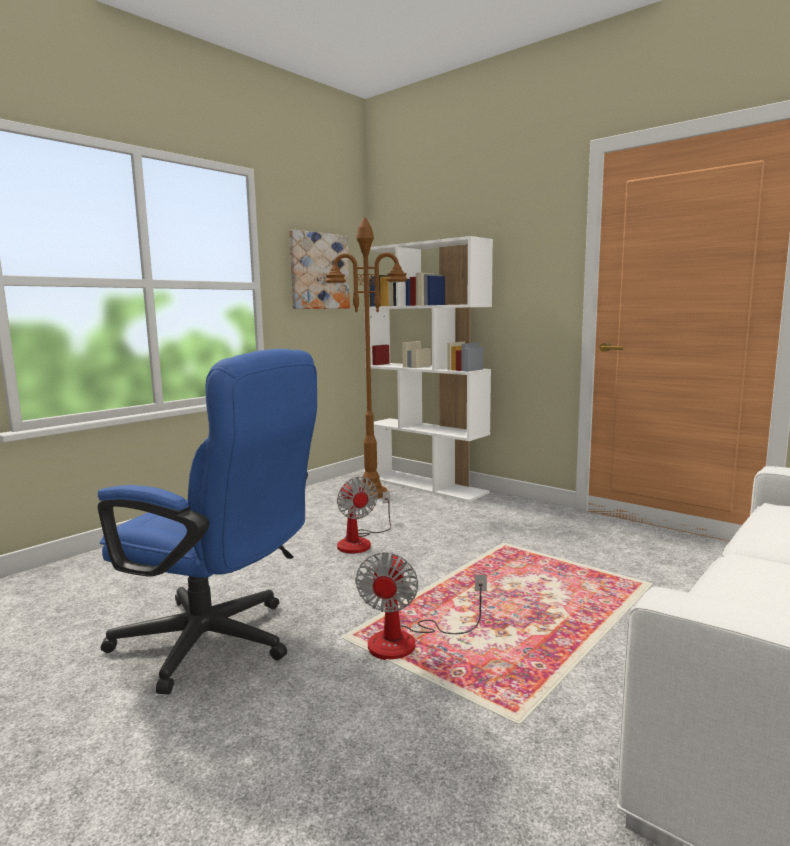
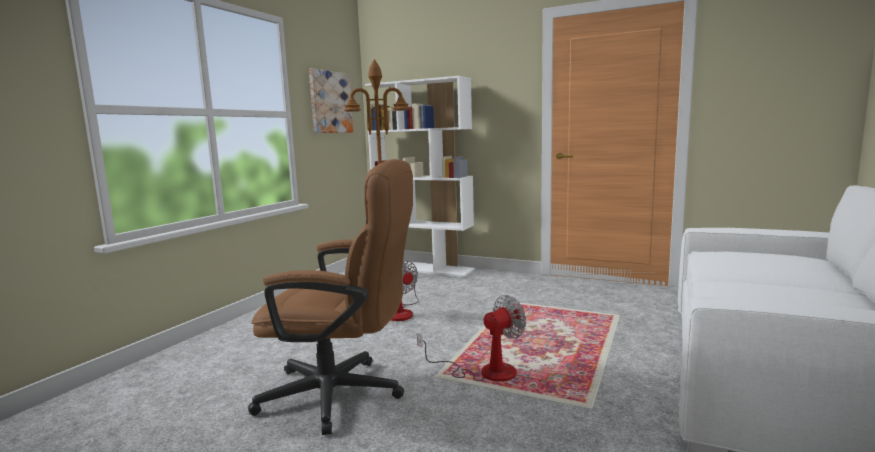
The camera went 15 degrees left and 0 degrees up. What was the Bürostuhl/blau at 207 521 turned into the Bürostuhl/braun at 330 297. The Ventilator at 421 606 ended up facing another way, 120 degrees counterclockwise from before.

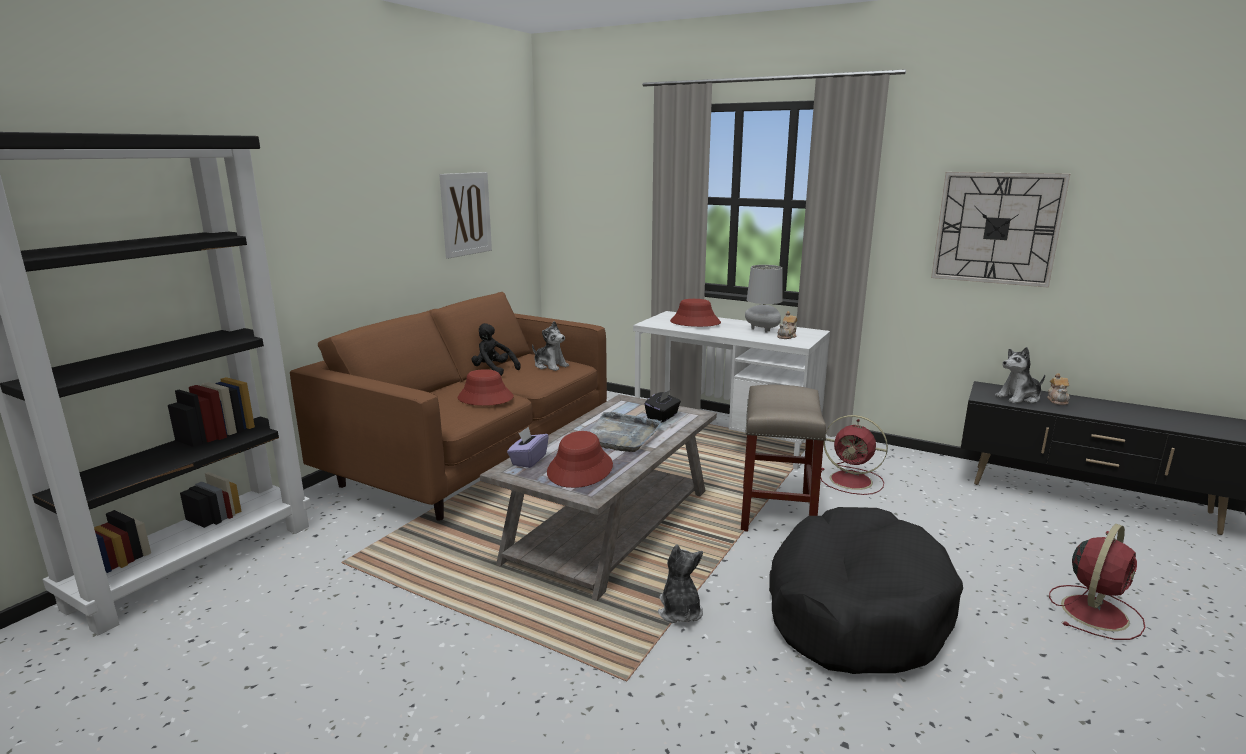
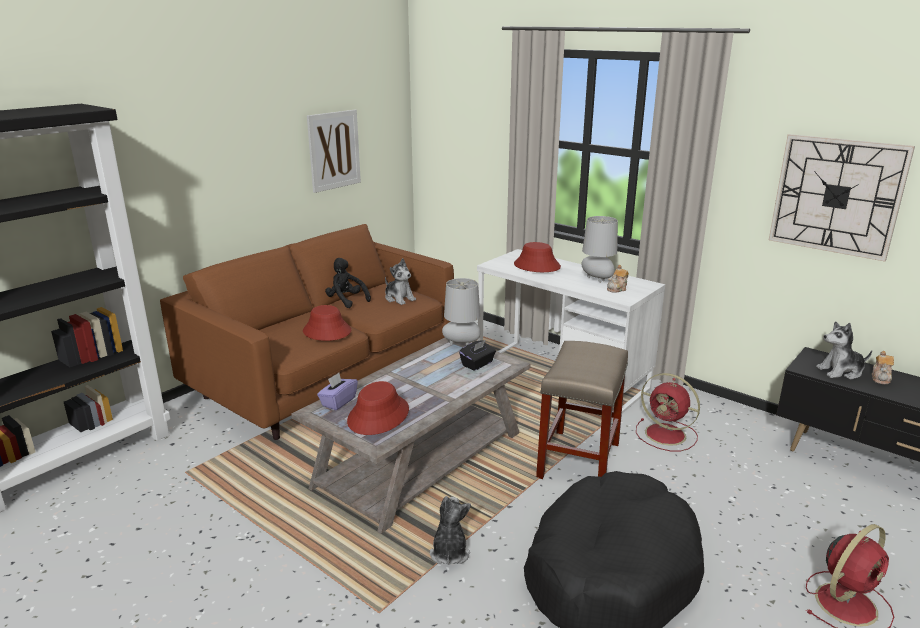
The camera went 10 degrees right and 5 degrees up. The second view lost the Tablett/grau at 626 432. The second view gained the Tischlampe/grau at 461 311.

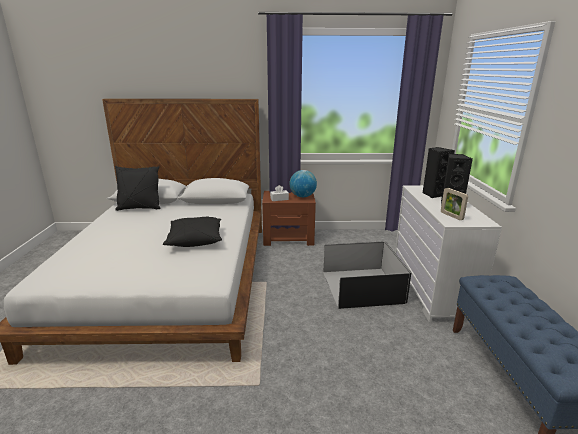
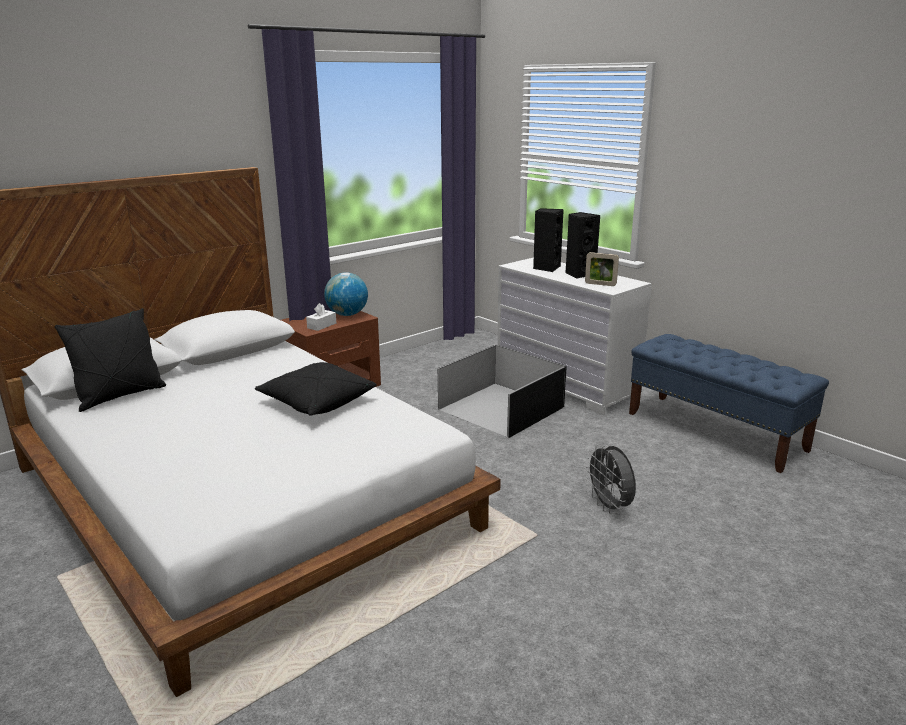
The camera went 40 degrees left and 0 degrees up. The second view gained the Ventilator/grau at 610 479.

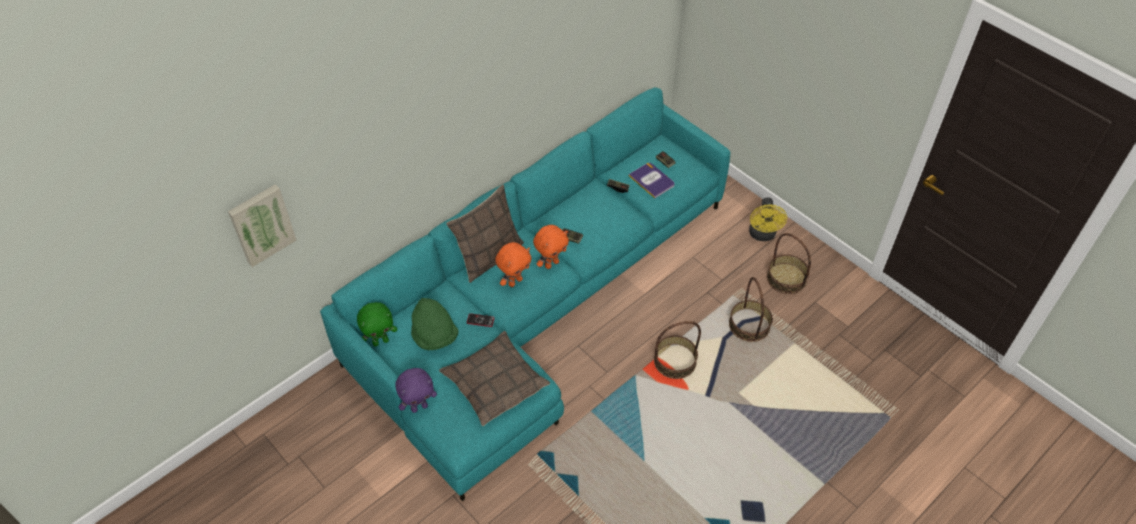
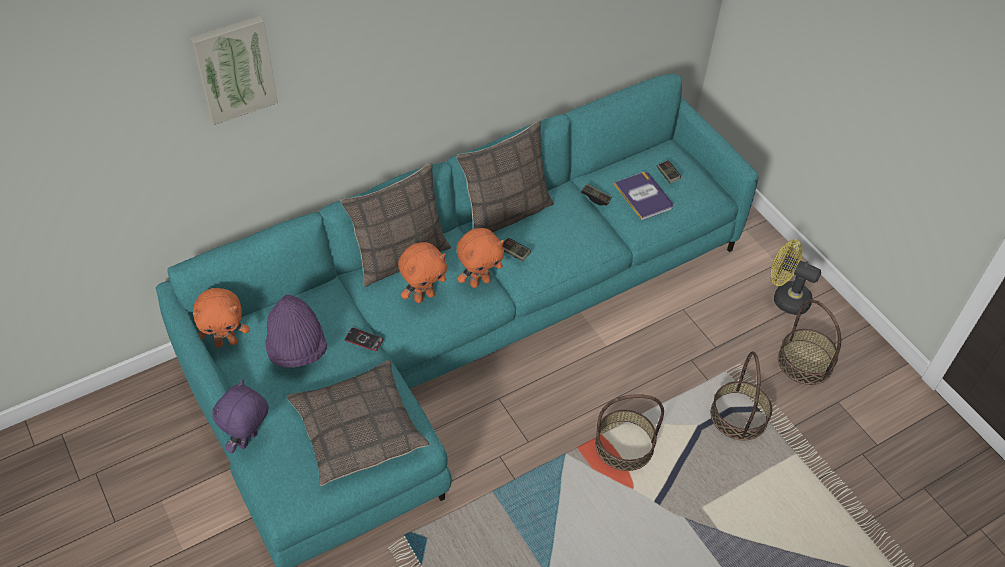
The camera went 10 degrees right and 0 degrees up. The Bild ended up elsewhere, having gone from 262 225 to 234 70. The Ventilator/gelb at 768 219 ended up facing another way, 105 degrees clockwise from before. What was the Hut/grün at 435 324 turned into the Hut/lila at 296 331. What was the Plüschtier/grün at 377 324 turned into the Plüschtier/orange at 221 318. The Plüschtier/lila at 416 390 ended up facing another way, 135 degrees clockwise from before. The second view gained the Kissen at 505 176.

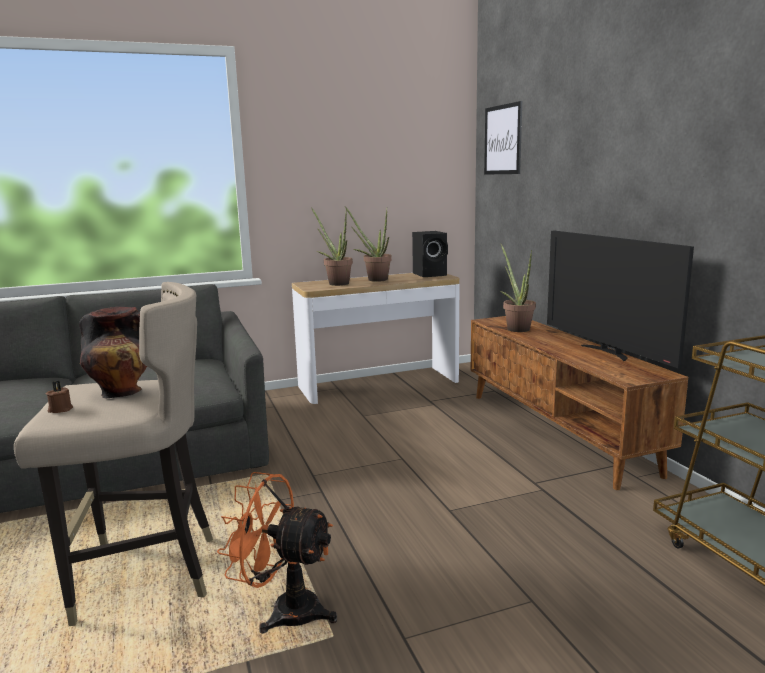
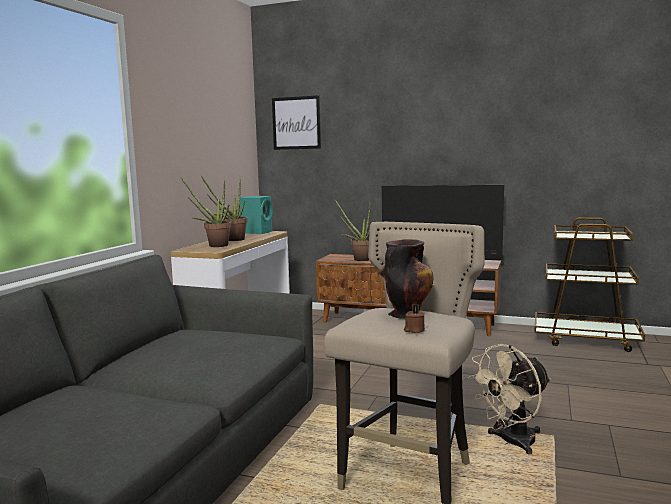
The camera went 50 degrees left and 5 degrees down. What was the Lautsprecher/schwarz at 430 254 turned into the Lautsprecher/türkis at 256 215. What was the Ventilator/orange at 277 553 turned into the Ventilator/beige at 509 399.

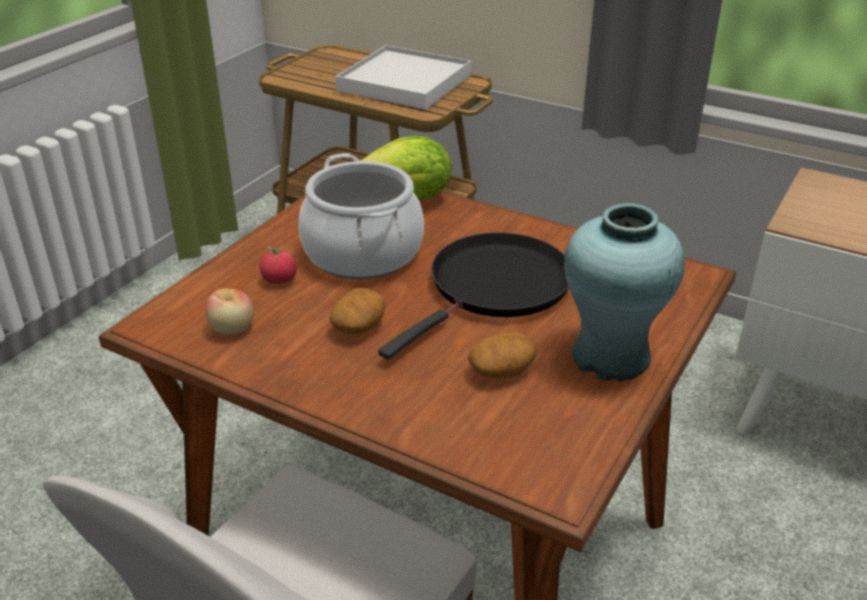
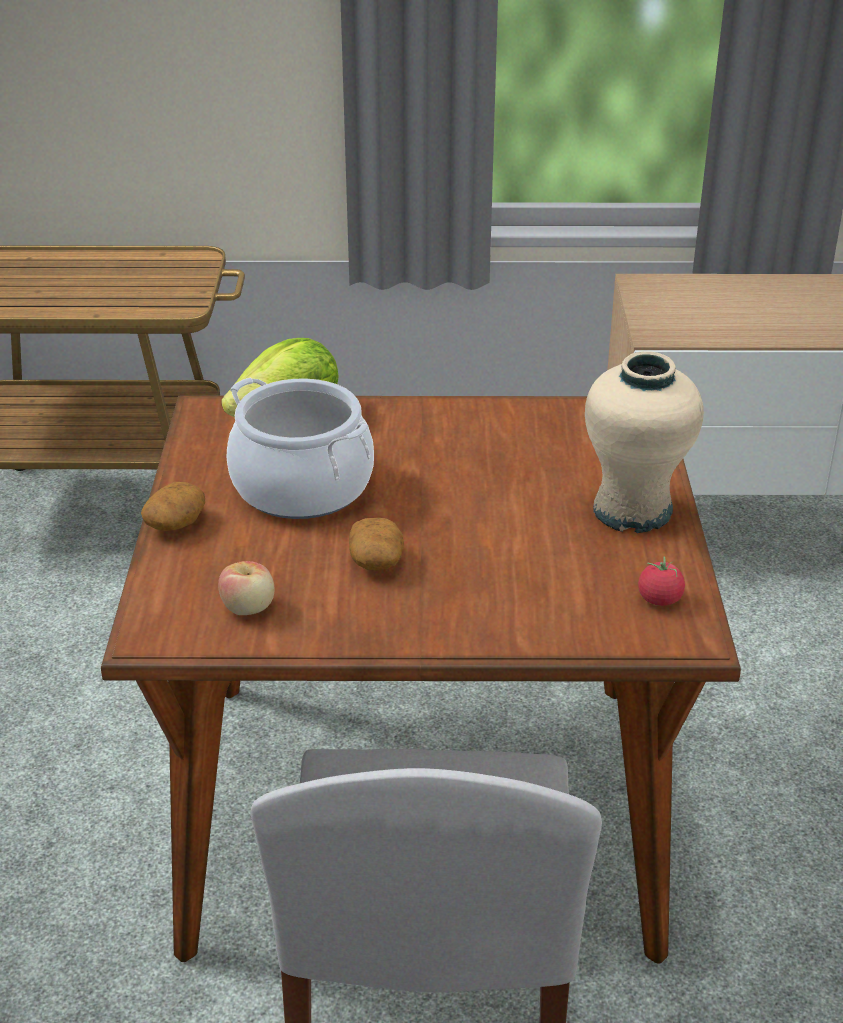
The camera went 30 degrees left and 0 degrees up. The second view lost the Tablett/weiß at 403 77. What was the Vase/türkis at 624 292 turned into the Vase/beige at 644 442. The second view lost the Pfanne/schwarz at 473 295. The Tomate ended up elsewhere, having gone from 278 265 to 661 581. The Kartoffel ended up elsewhere, having gone from 502 355 to 173 506.

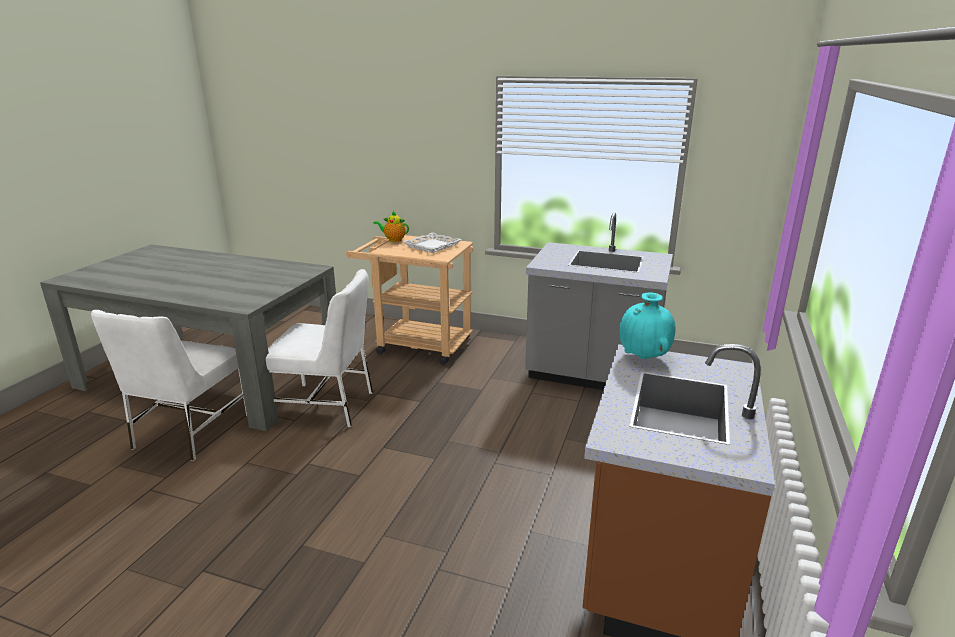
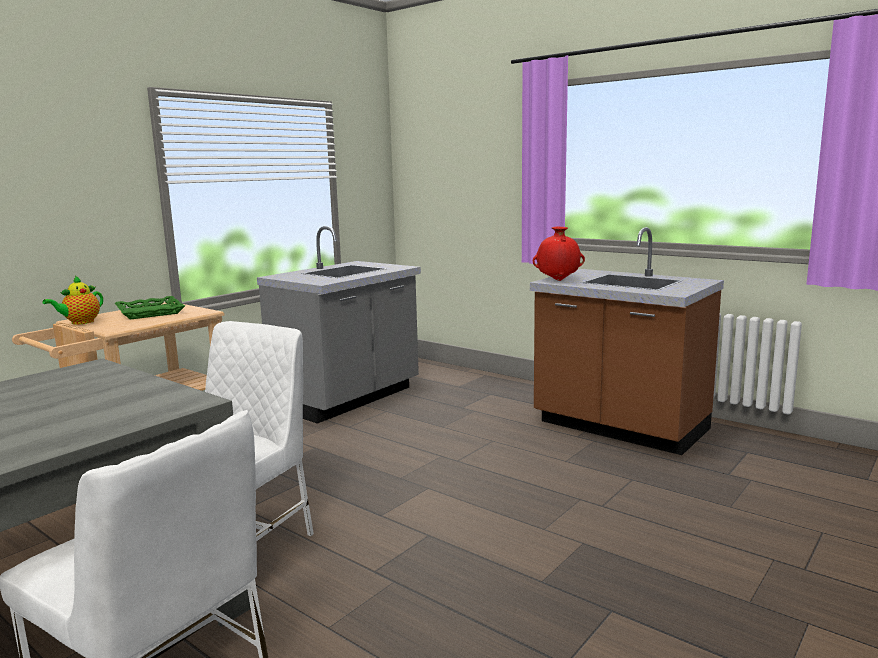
The camera went 70 degrees left and 10 degrees down. What was the Tablett/weiß at 432 242 turned into the Tablett/grün at 150 308. What was the Vase/türkis at 647 326 turned into the Vase/rot at 559 254.

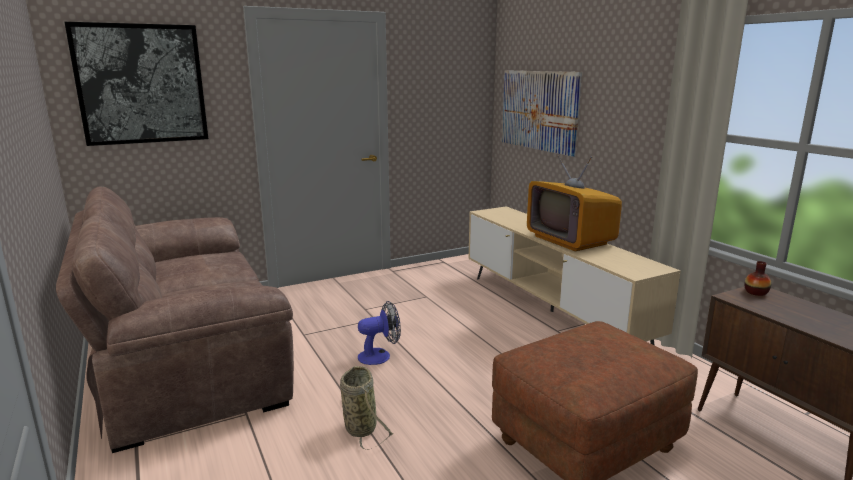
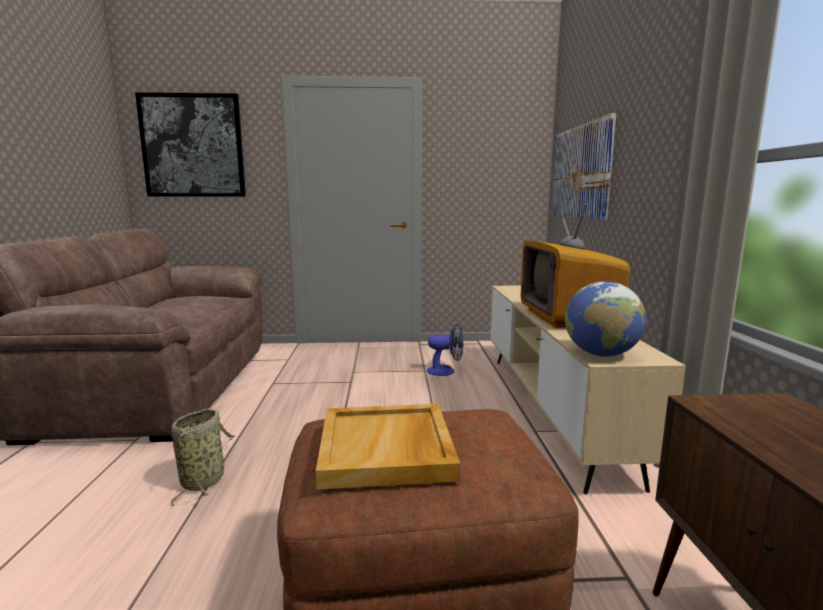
The camera went 25 degrees right and 5 degrees down. The second view lost the Vase at 757 278. The Ventilator ended up elsewhere, having gone from 379 333 to 445 350. The second view gained the Globus at 605 319. The second view gained the Tablett/beige at 388 447.

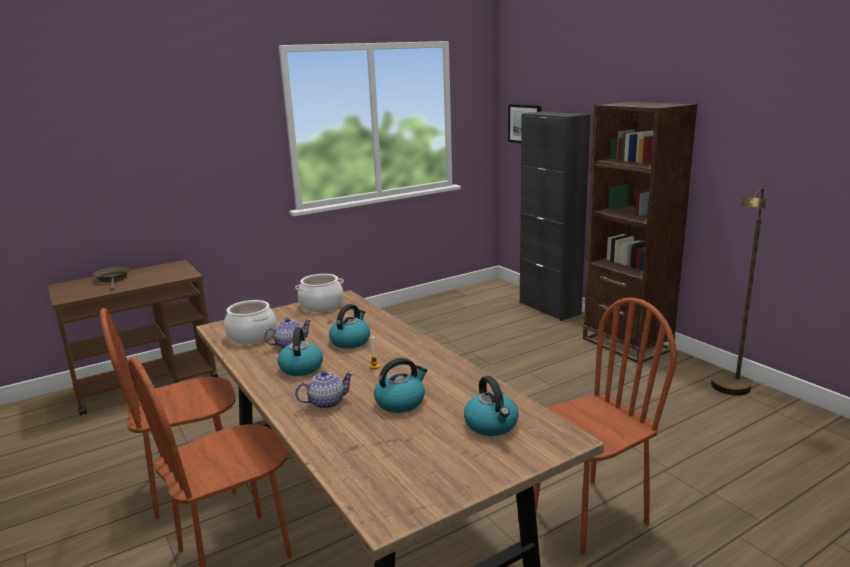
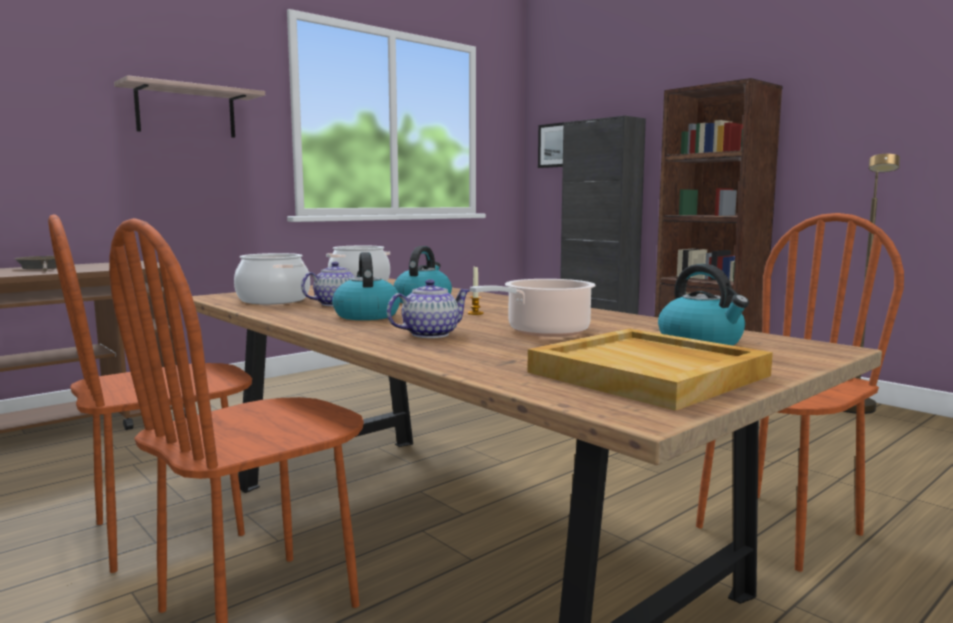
The camera went 10 degrees left and 10 degrees down. Where the Wasserkessel stood at 401 385, the Kochtopf came to stand at 533 308. The second view gained the Wandregal at 189 106. The second view gained the Tablett/beige at 650 370.

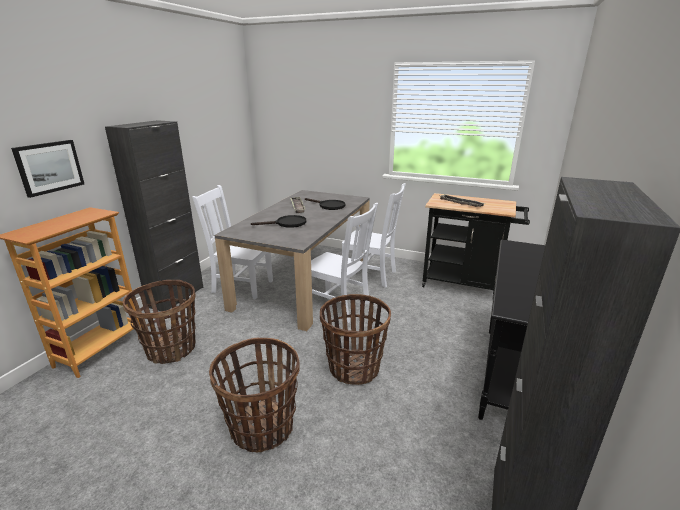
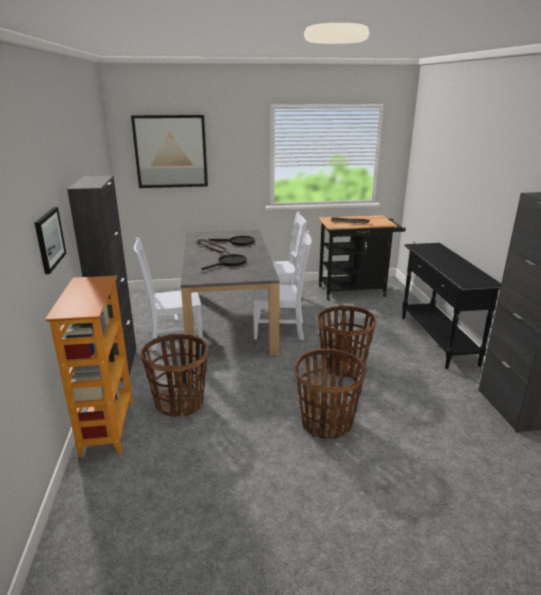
The camera went 30 degrees left and 0 degrees up. The second view gained the Bild at 169 151.

